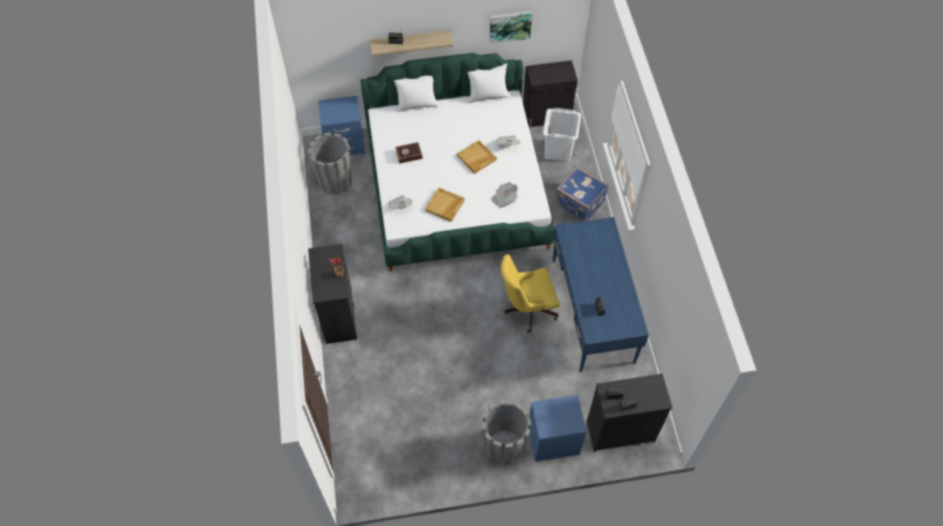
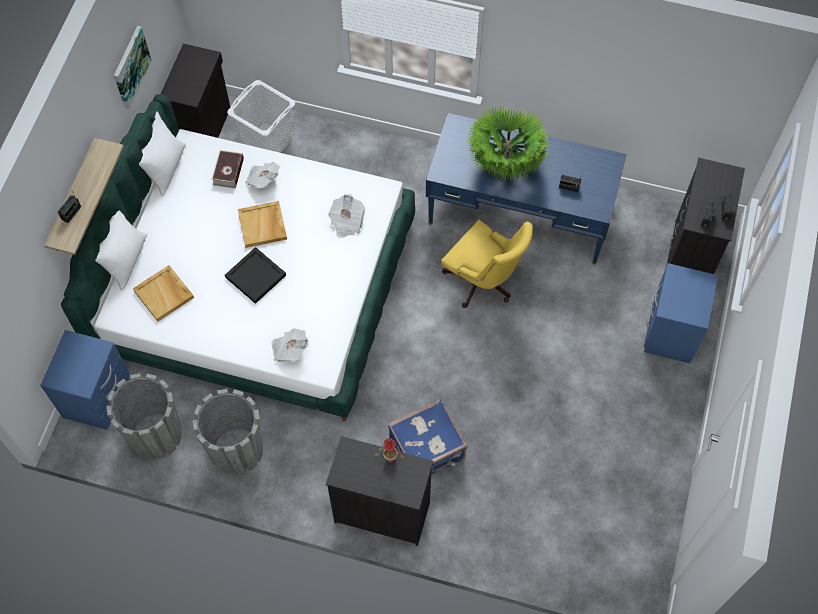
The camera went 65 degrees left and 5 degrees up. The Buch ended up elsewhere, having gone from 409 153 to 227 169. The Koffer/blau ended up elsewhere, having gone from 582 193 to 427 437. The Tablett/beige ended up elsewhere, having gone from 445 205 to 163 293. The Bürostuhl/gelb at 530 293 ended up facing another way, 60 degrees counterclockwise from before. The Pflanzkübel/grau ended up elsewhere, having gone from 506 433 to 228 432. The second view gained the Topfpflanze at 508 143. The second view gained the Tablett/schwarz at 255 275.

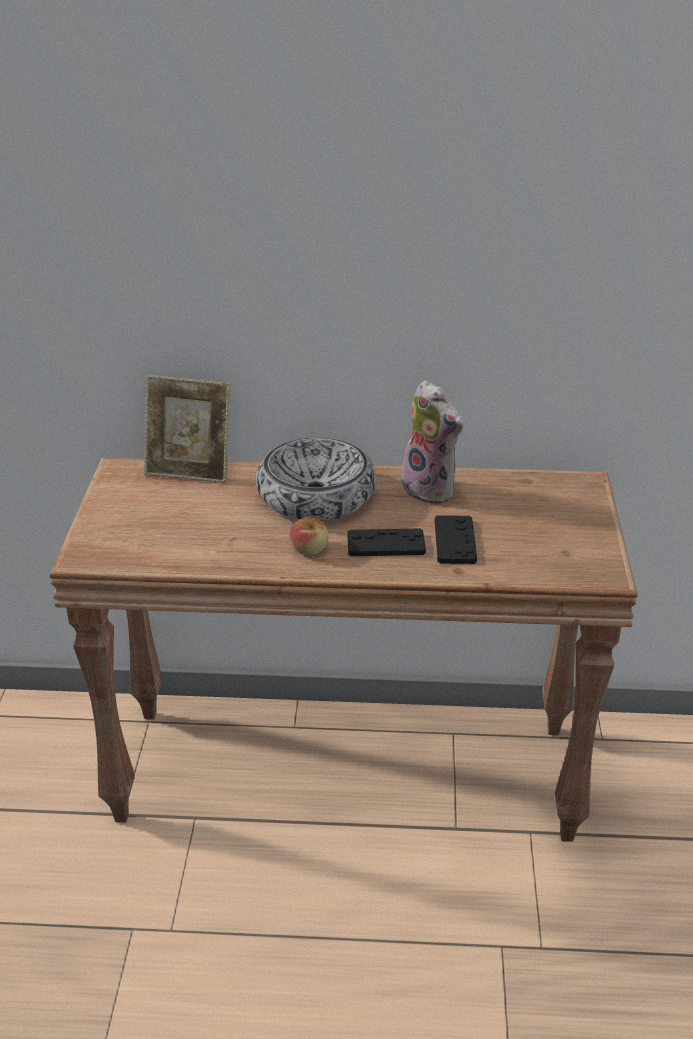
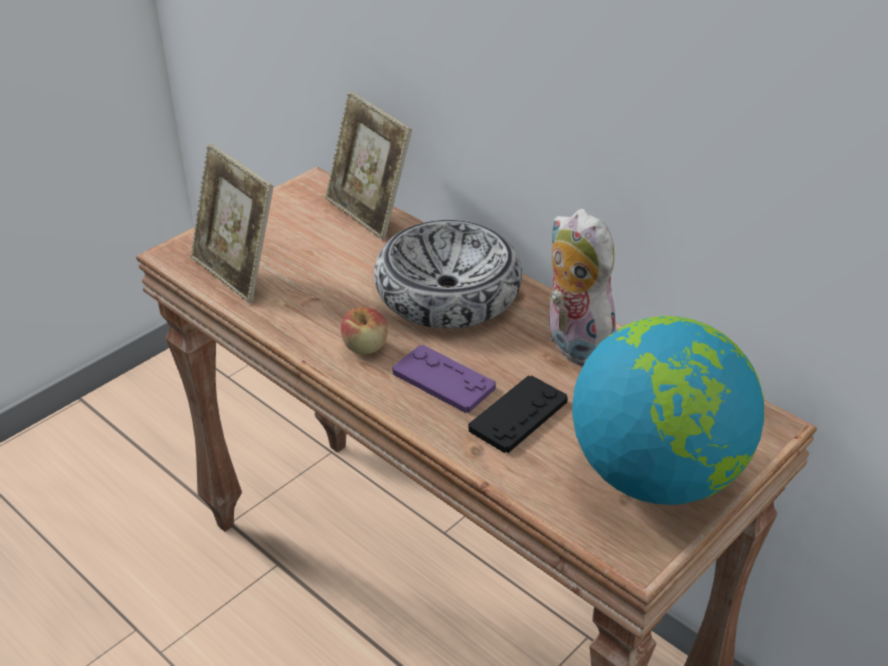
The camera went 40 degrees right and 5 degrees up. The Plüschtier at 432 442 ended up facing another way, 150 degrees clockwise from before. What was the Gamepad/schwarz at 386 542 turned into the Gamepad/lila at 444 379. The second view gained the Bilderrahmen at 232 223. The second view gained the Globus at 668 410.

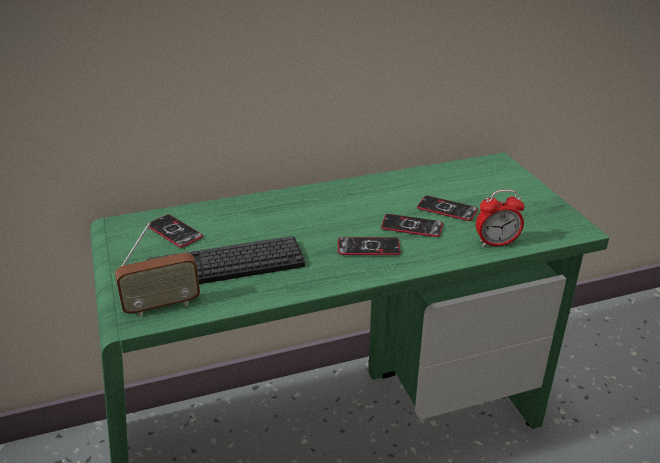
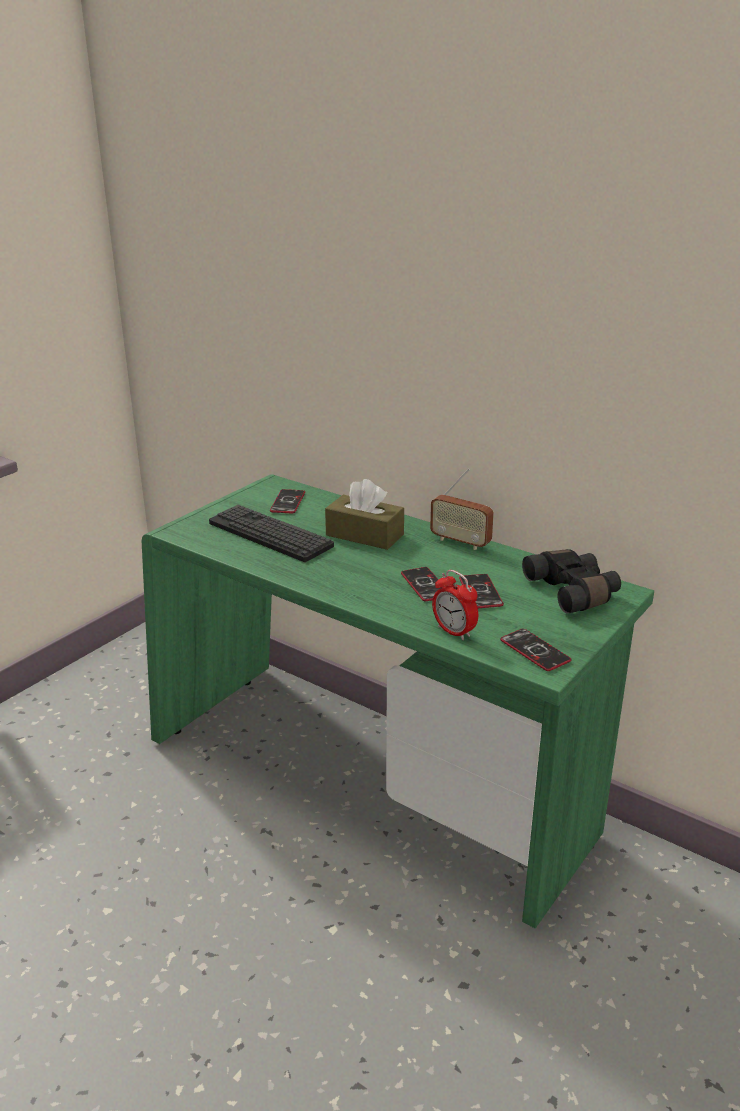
The camera went 55 degrees right and 5 degrees down. The Radio ended up elsewhere, having gone from 157 270 to 462 509. The Handy ended up elsewhere, having gone from 369 246 to 535 650. The second view gained the Taschentuchbox/braun at 364 514. The second view gained the Fernglas/schwarz at 571 581.

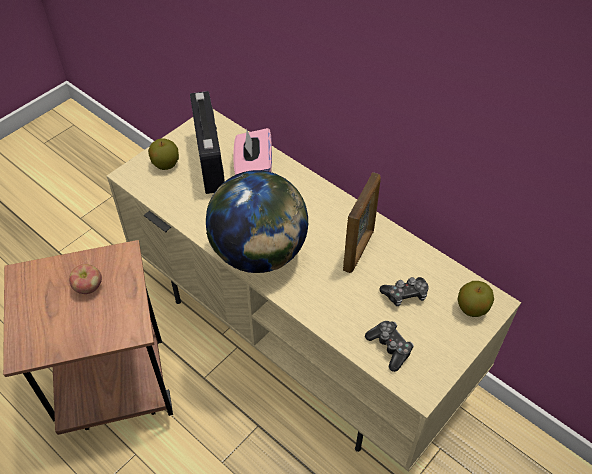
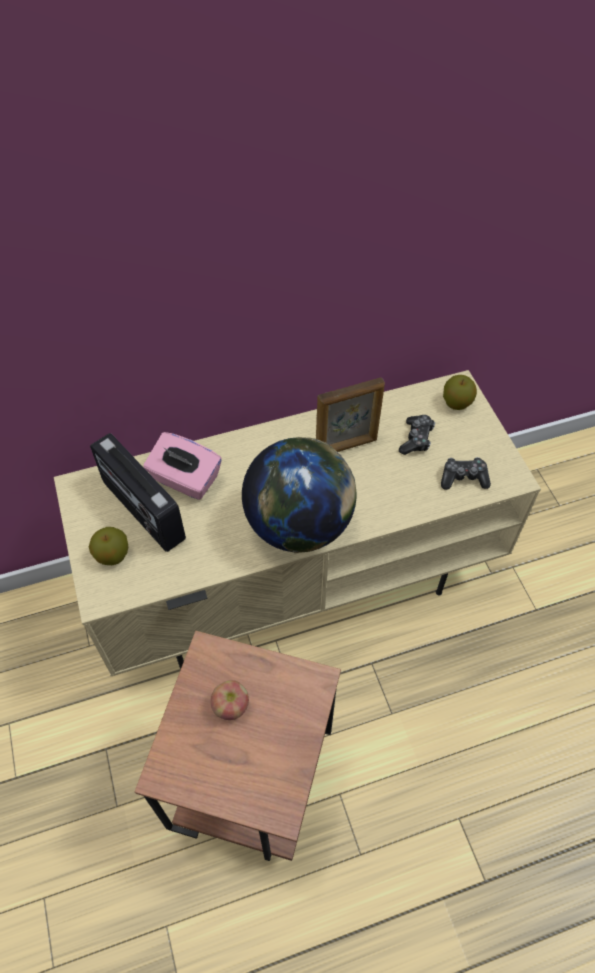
The camera went 60 degrees left and 5 degrees up. The Radio at 207 142 ended up facing another way, 150 degrees counterclockwise from before. The Bilderrahmen at 362 222 ended up facing another way, 105 degrees clockwise from before.

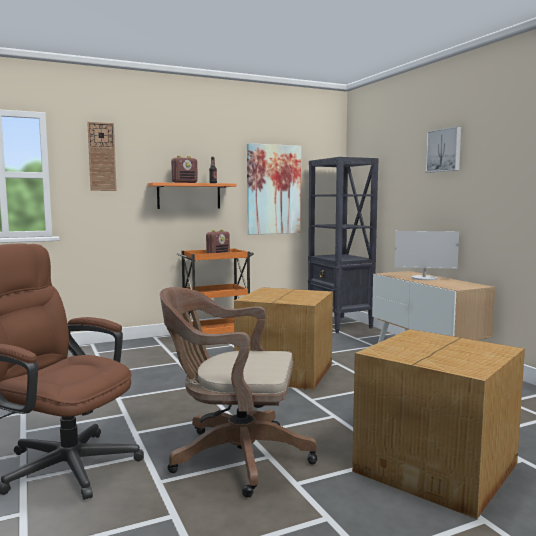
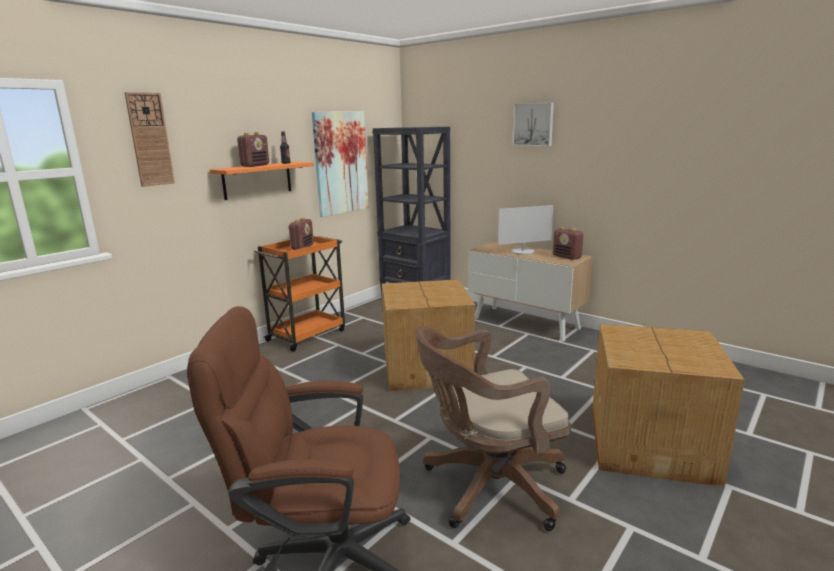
The camera went 25 degrees left and 10 degrees up. The second view gained the Radio at 568 243.

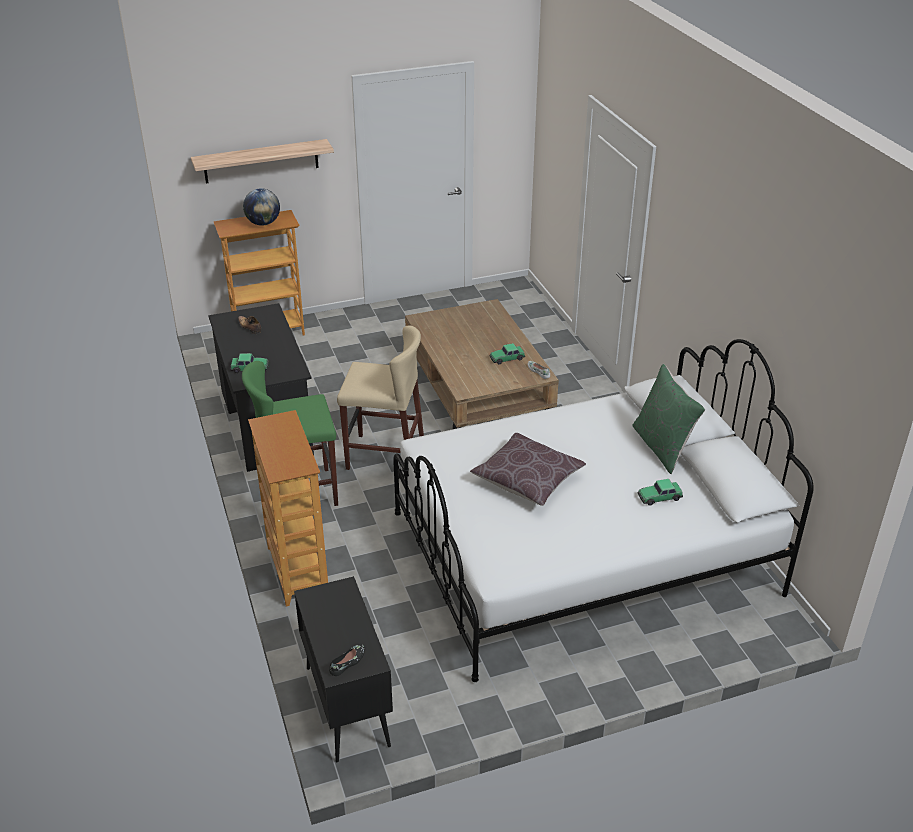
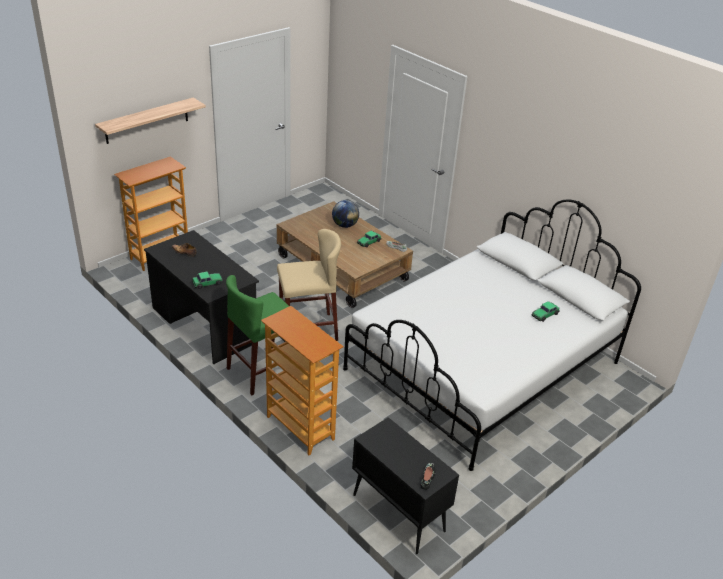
The camera went 25 degrees left and 0 degrees up. The Globus ended up elsewhere, having gone from 261 207 to 345 214. The second view lost the Kissen/grün at 668 419. The second view lost the Kissen/braun at 528 469.

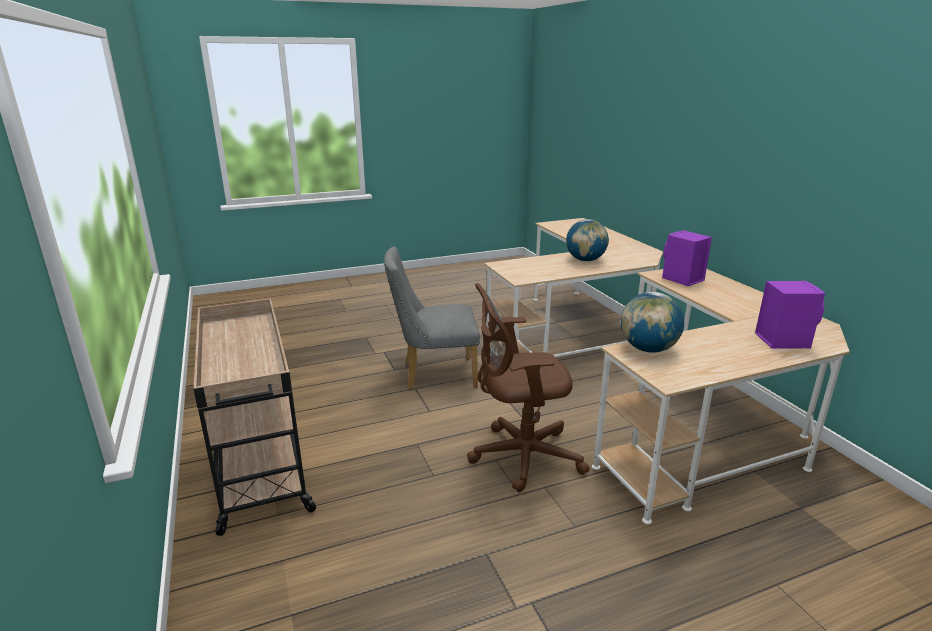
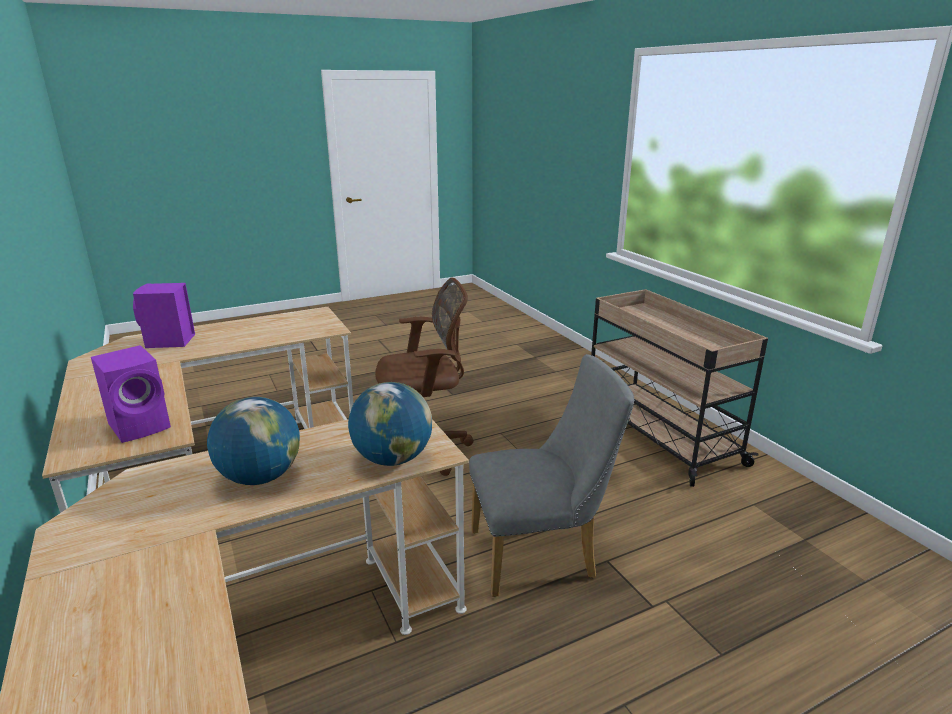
The camera went 175 degrees right and 0 degrees up. The Globus ended up elsewhere, having gone from 652 322 to 390 424.

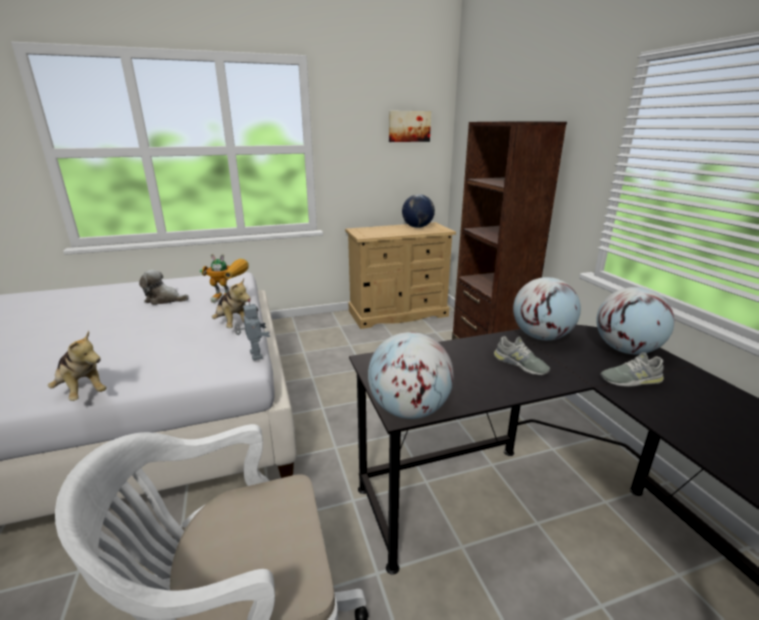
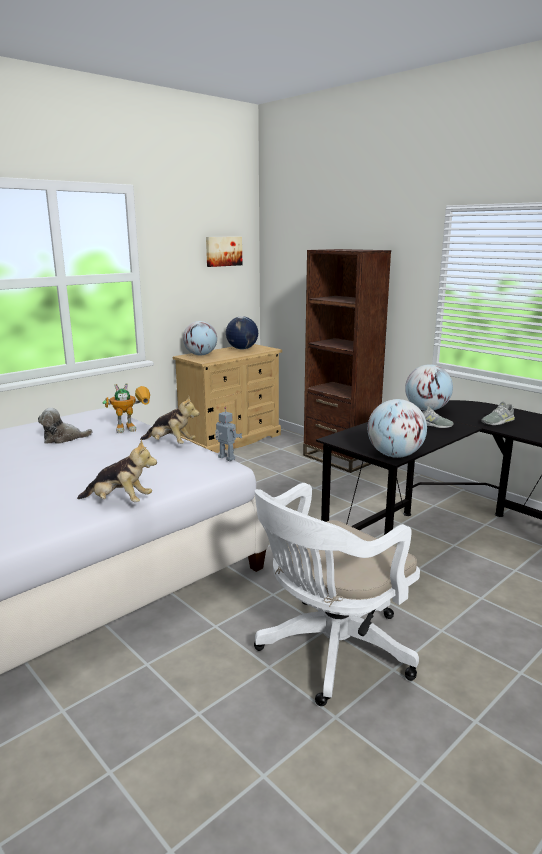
The camera went 25 degrees left and 5 degrees down. The Globus ended up elsewhere, having gone from 635 320 to 200 338.

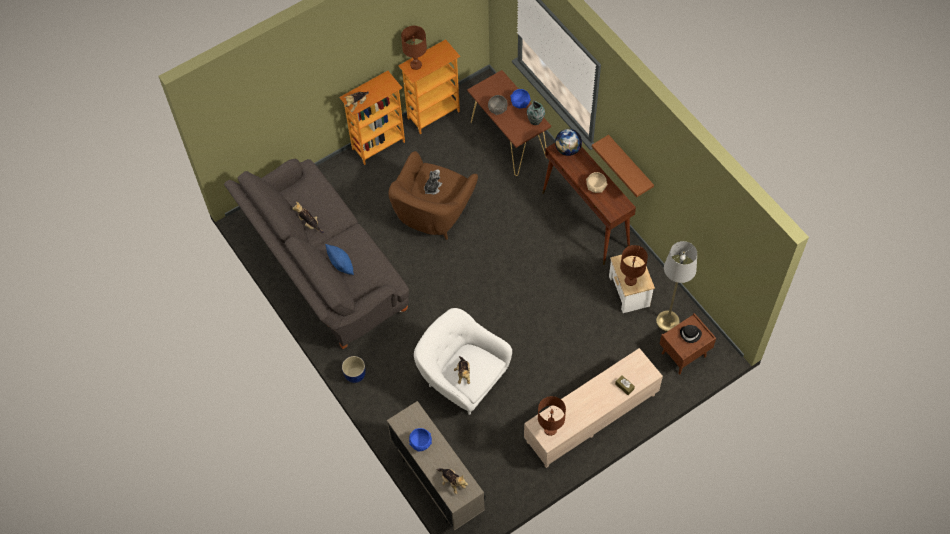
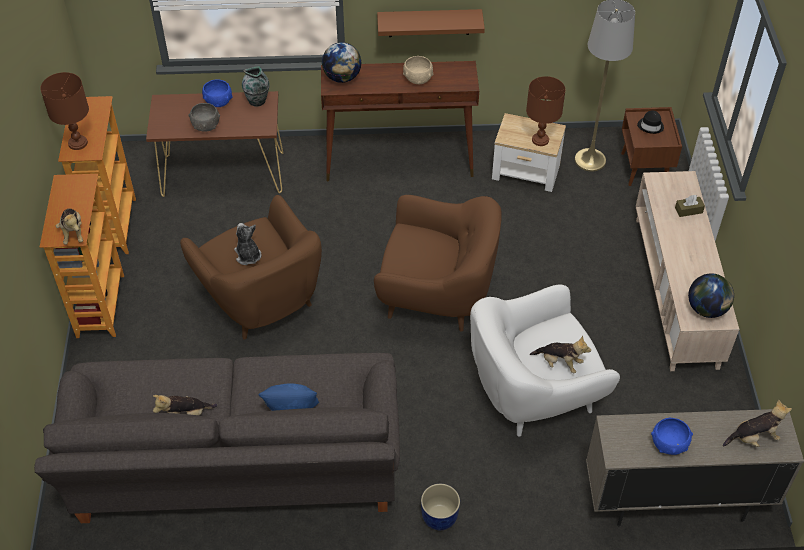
The camera went 60 degrees left and 10 degrees down. Where the Tischlampe/braun stood at 552 416, the Globus came to stand at 711 295. The second view gained the Sessel/braun at 438 263.

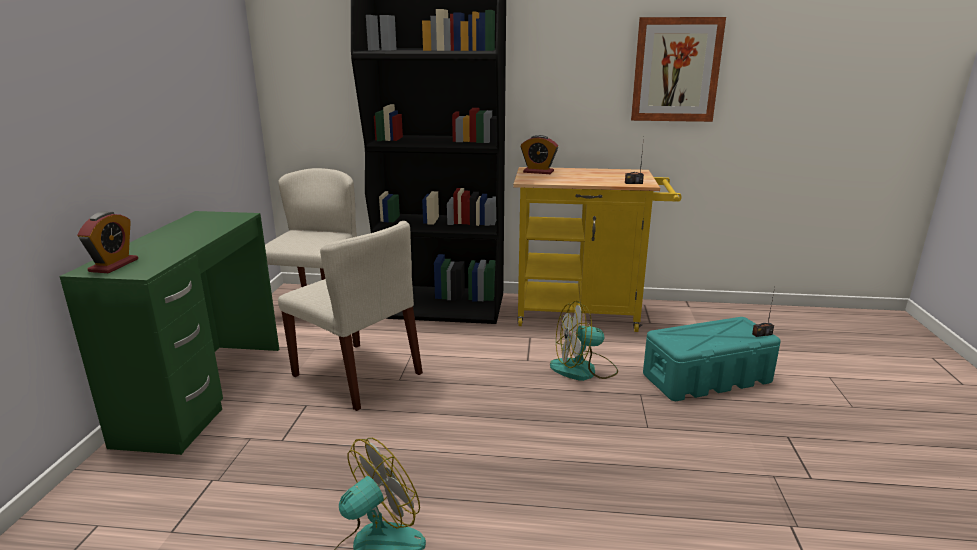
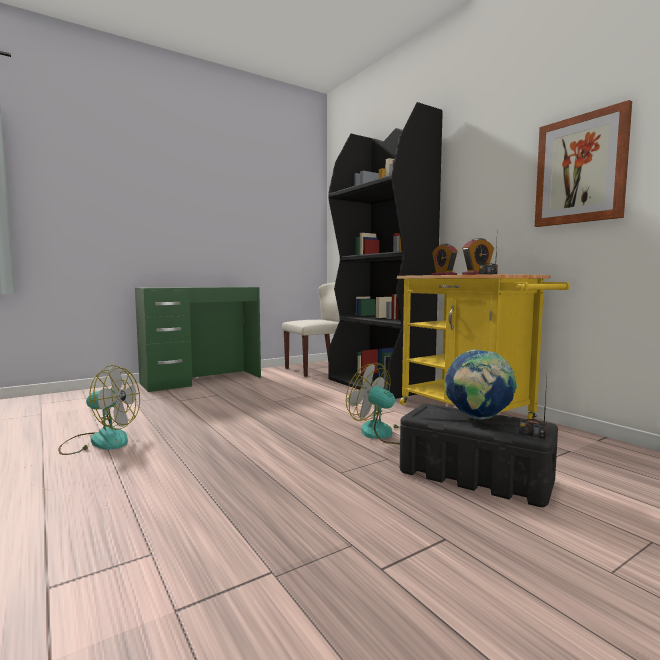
The camera went 50 degrees right and 15 degrees down. The Wecker ended up elsewhere, having gone from 107 242 to 478 256. The second view lost the Stuhl/beige at 350 316. What was the Aufbewahrungsbox/türkis at 712 359 turned into the Aufbewahrungsbox/schwarz at 479 455. The second view gained the Globus at 480 384.

